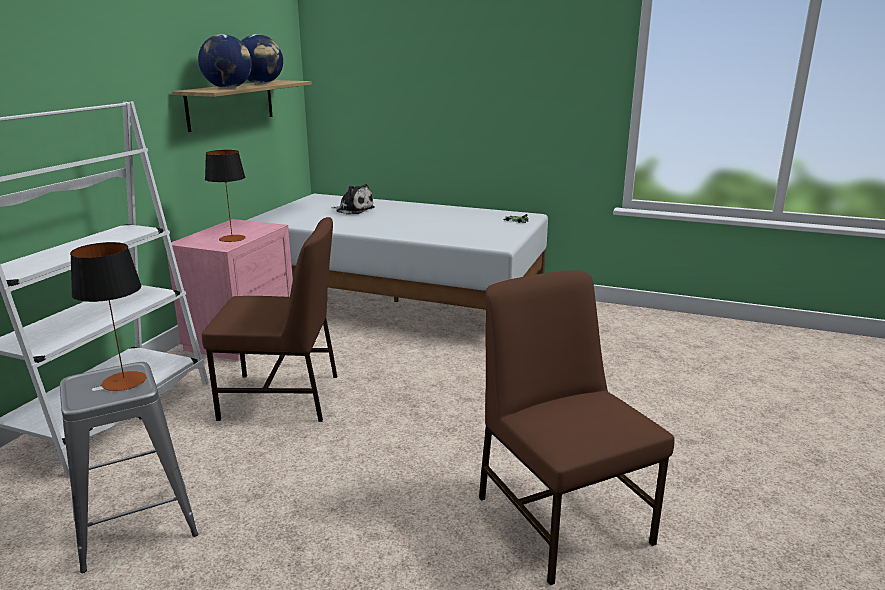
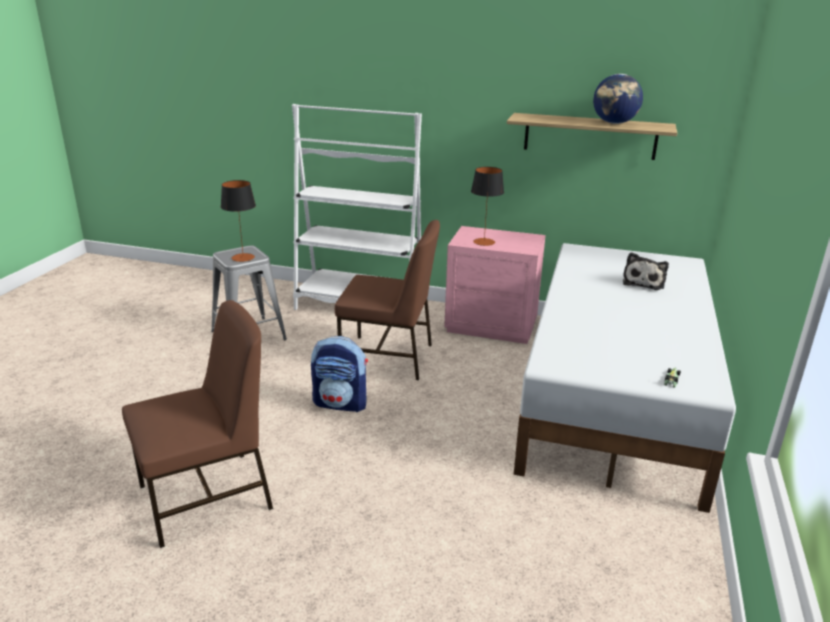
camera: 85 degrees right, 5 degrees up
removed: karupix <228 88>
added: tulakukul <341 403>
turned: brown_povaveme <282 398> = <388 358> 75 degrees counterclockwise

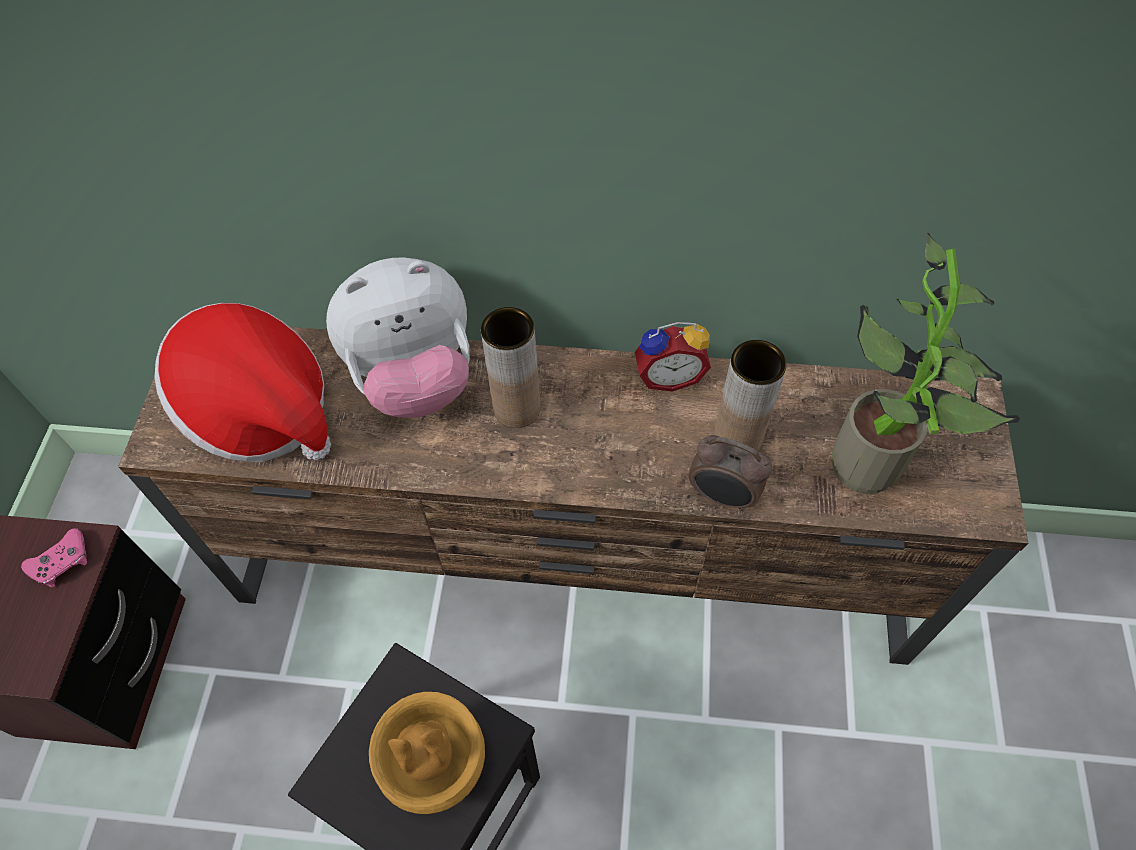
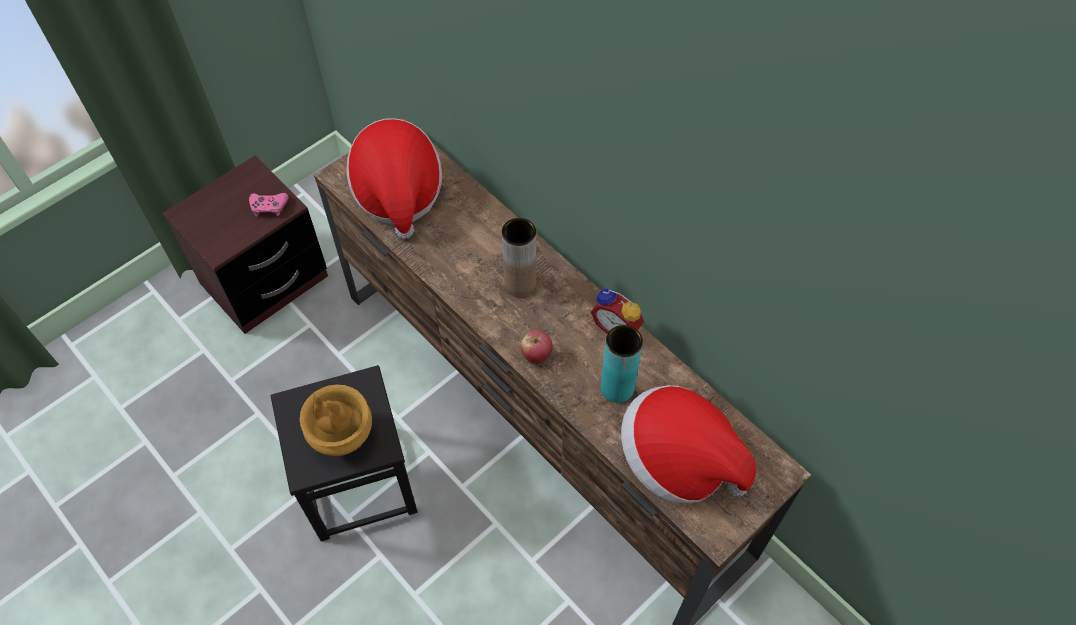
camera: 40 degrees right, 0 degrees up
removed: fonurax <414 378>; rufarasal <722 496>
added: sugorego <536 355>
replaced: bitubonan <875 466> to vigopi <678 460>
recoloured: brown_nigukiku <737 440> to turquoise_nigukiku <617 388>

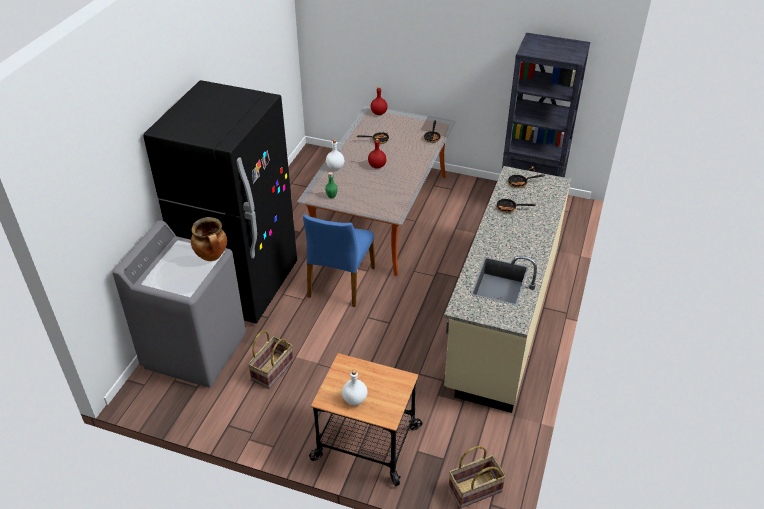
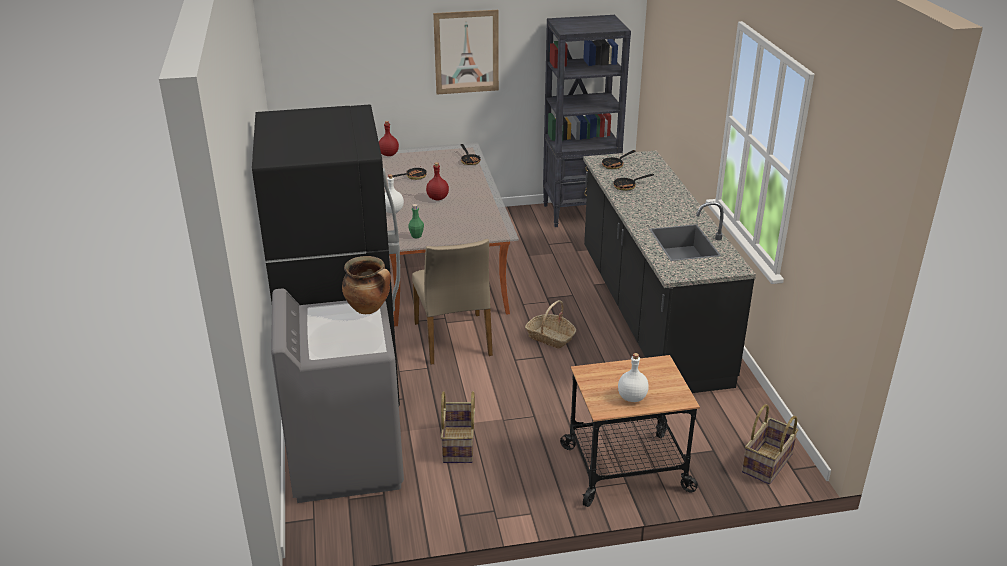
camera: 30 degrees left, 10 degrees down
added: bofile <466 52>; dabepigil <550 337>
recoloured: blue_povaveme <340 282> to beige_povaveme <454 339>; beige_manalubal <502 318> to black_manalubal <650 315>

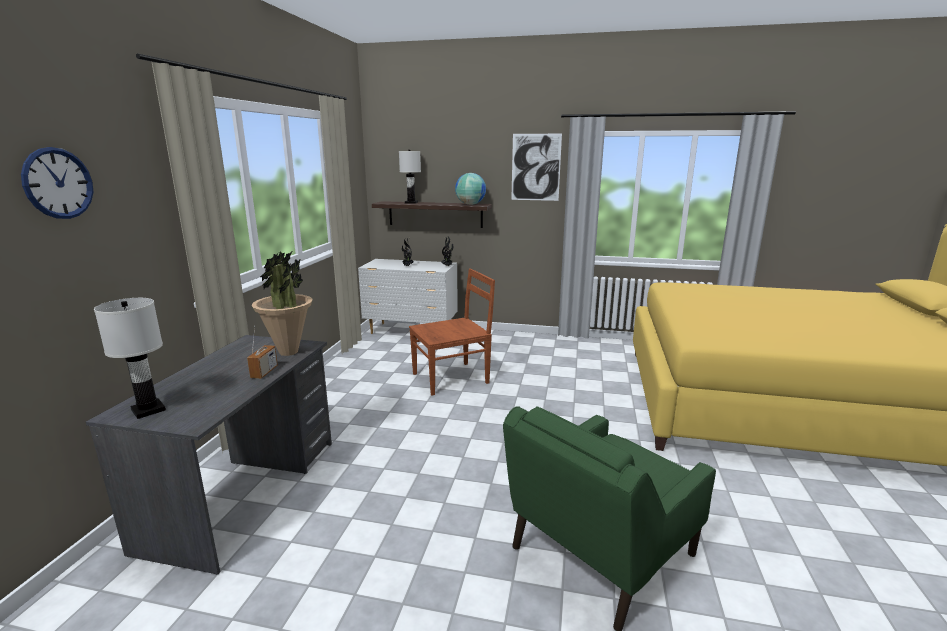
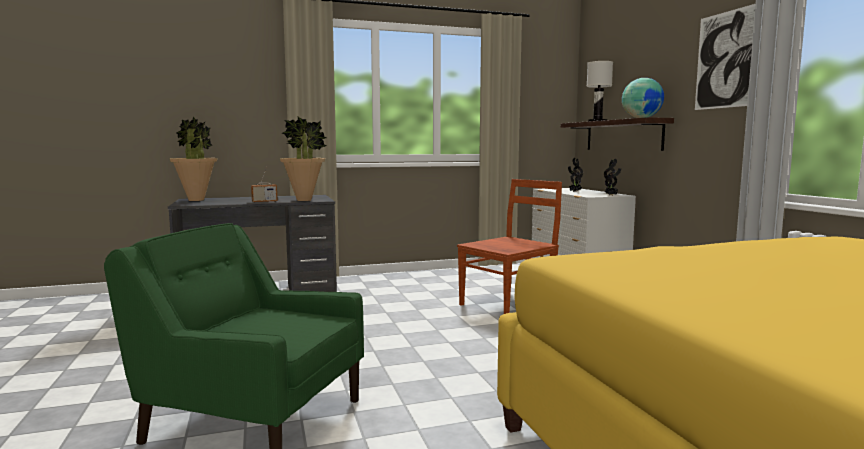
camera: 60 degrees right, 10 degrees down
removed: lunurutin <58 183>
replaced: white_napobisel <148 410> to bitubonan <196 200>
turned: brown_povaveme <452 378> = <508 304> 75 degrees counterclockwise

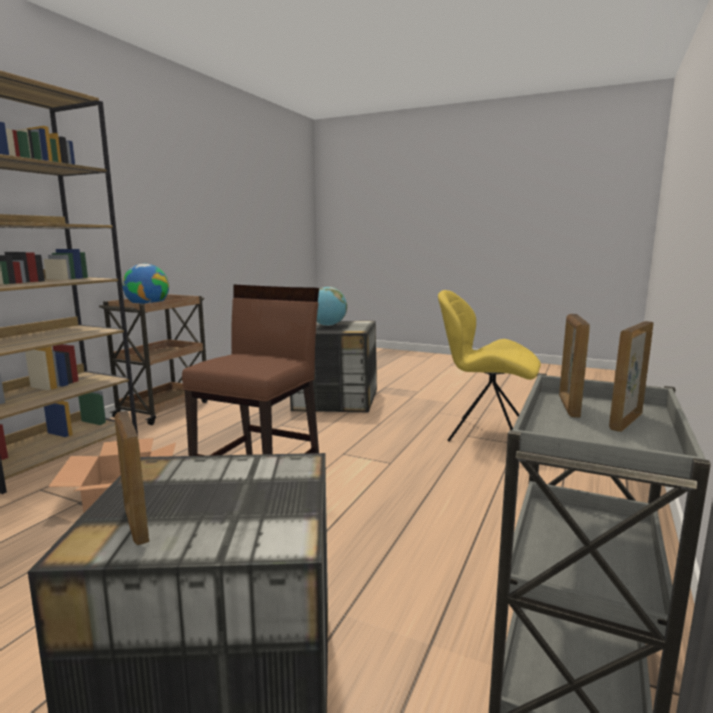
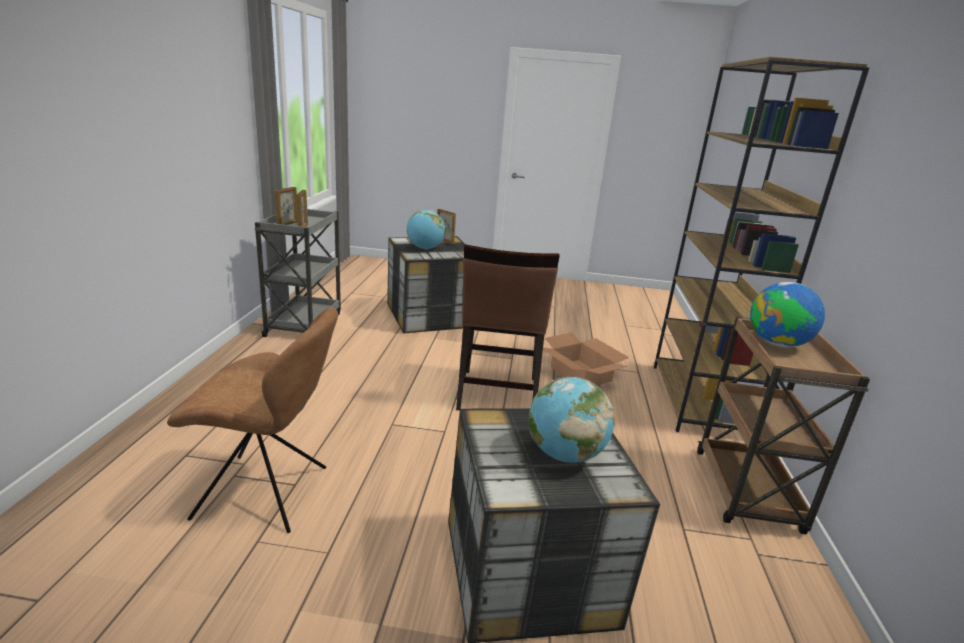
camera: 160 degrees right, 10 degrees up
added: karupix <425 248>
recoloured: yellow_povaveme <485 434> to brown_povaveme <267 493>

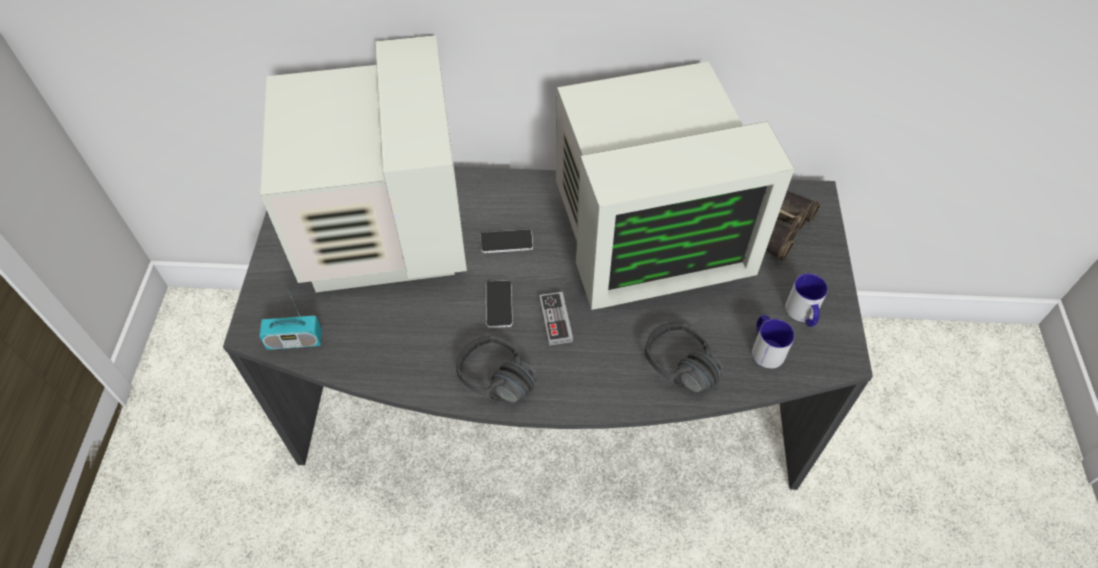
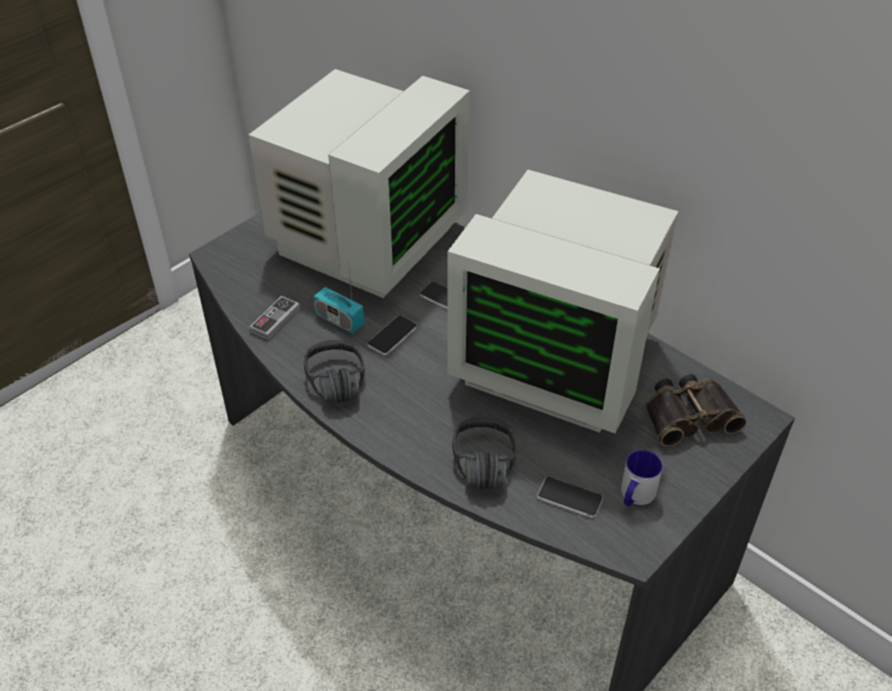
camera: 40 degrees right, 10 degrees down
moved: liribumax <555 320> to <275 320>; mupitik <295 340> to <339 320>
replaced: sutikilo <765 348> to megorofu <570 498>

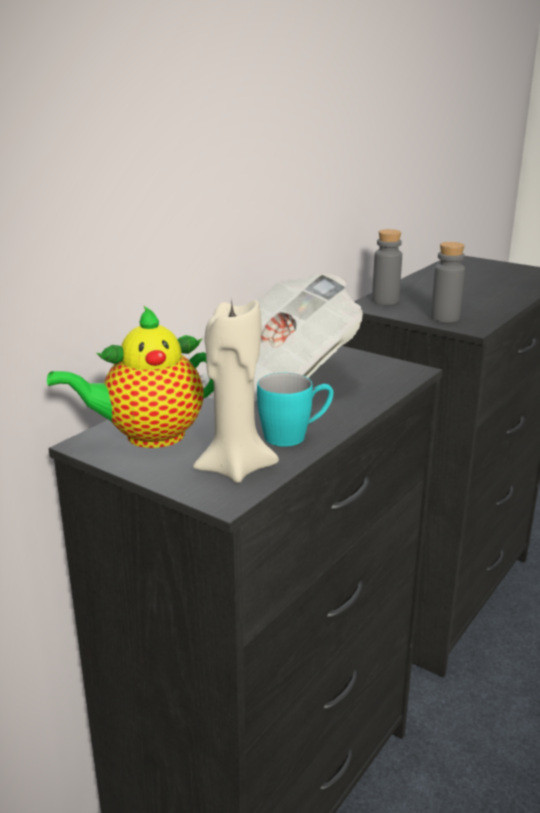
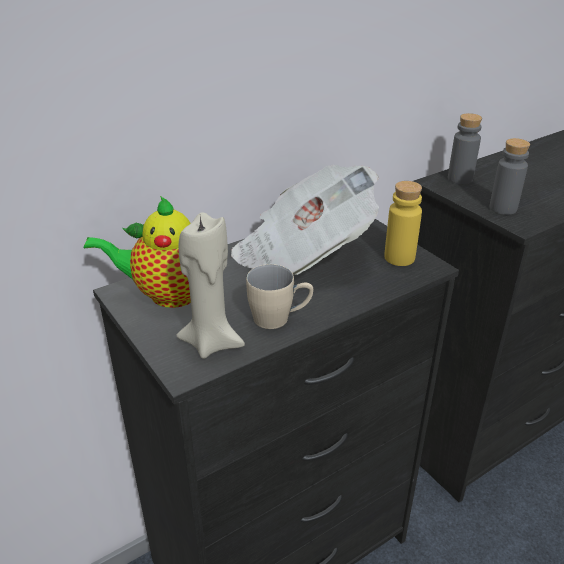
camera: 20 degrees right, 10 degrees up
added: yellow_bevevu <399 258>
recoloured: turquoise_sutikilo <294 436> to beige_sutikilo <280 319>

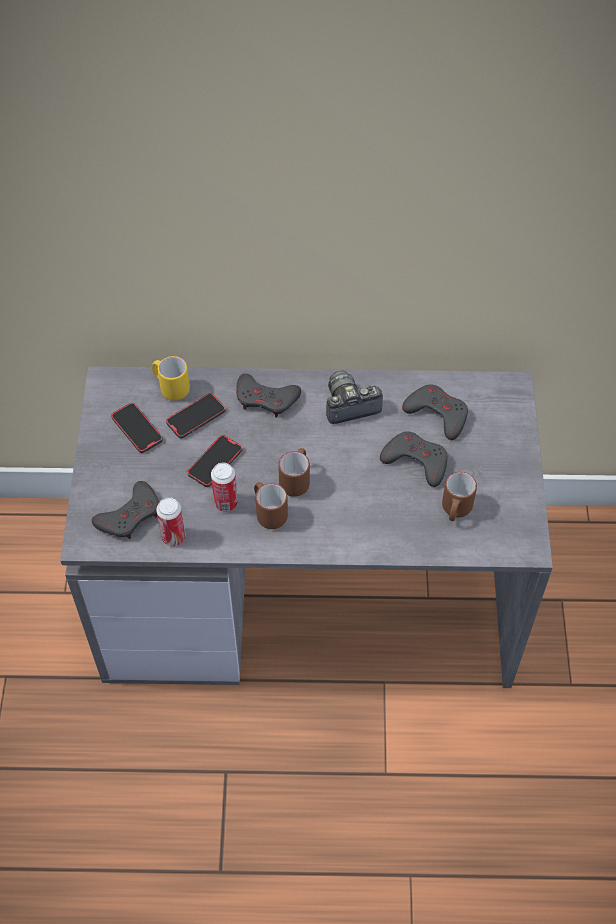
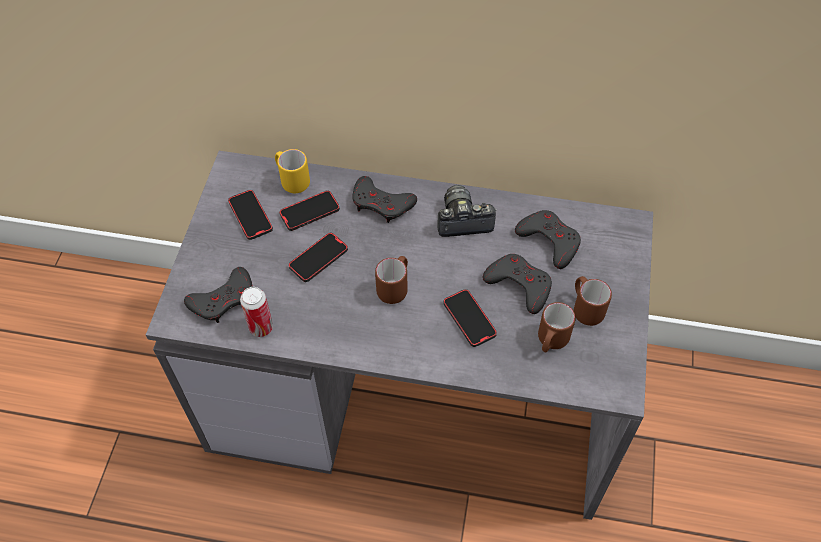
camera: 10 degrees right, 0 degrees up
removed: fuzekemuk <226 503>
added: megorofu <469 319>
moved: brown_sutikilo <268 513> to <585 308>

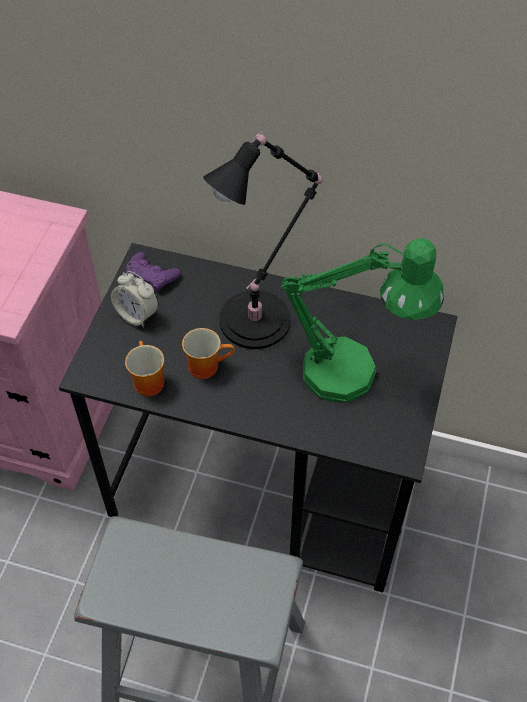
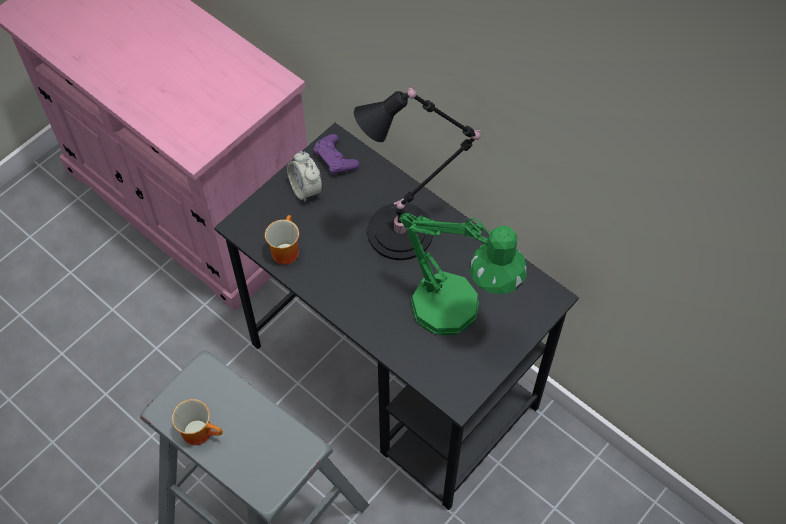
camera: 25 degrees right, 5 degrees up
moved: sutikilo <207 364> to <201 431>

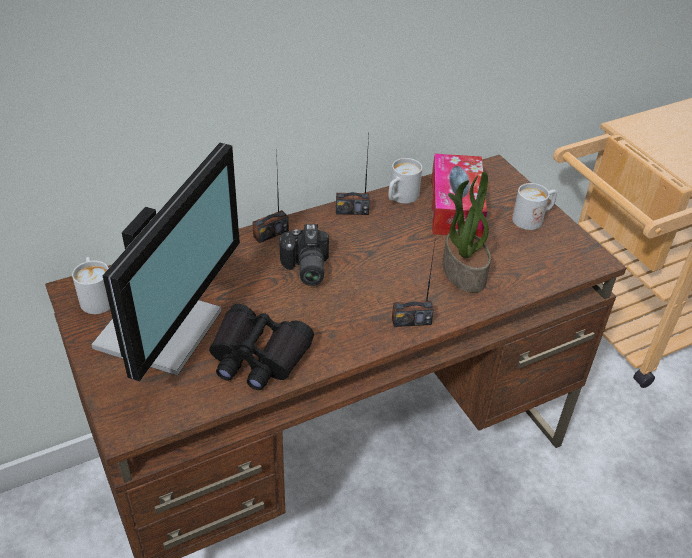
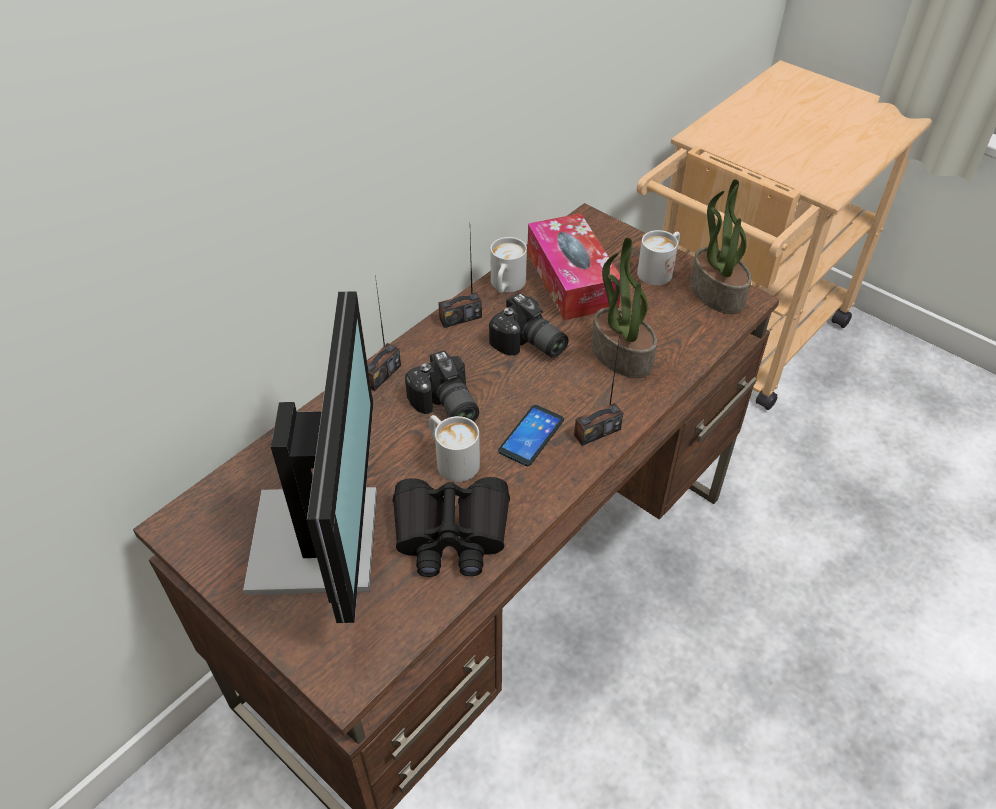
camera: 20 degrees left, 5 degrees up
added: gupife <529 345>; megorofu <531 436>; bitubonan <715 293>
moved: white_sutikilo <96 296> to <452 459>

